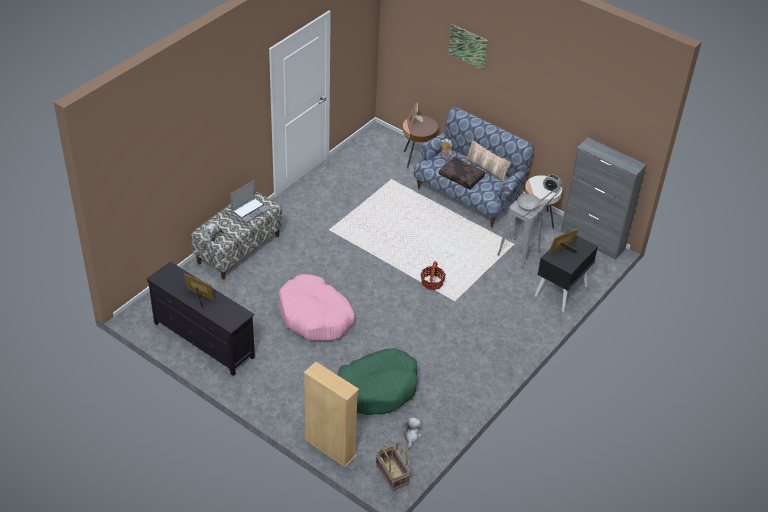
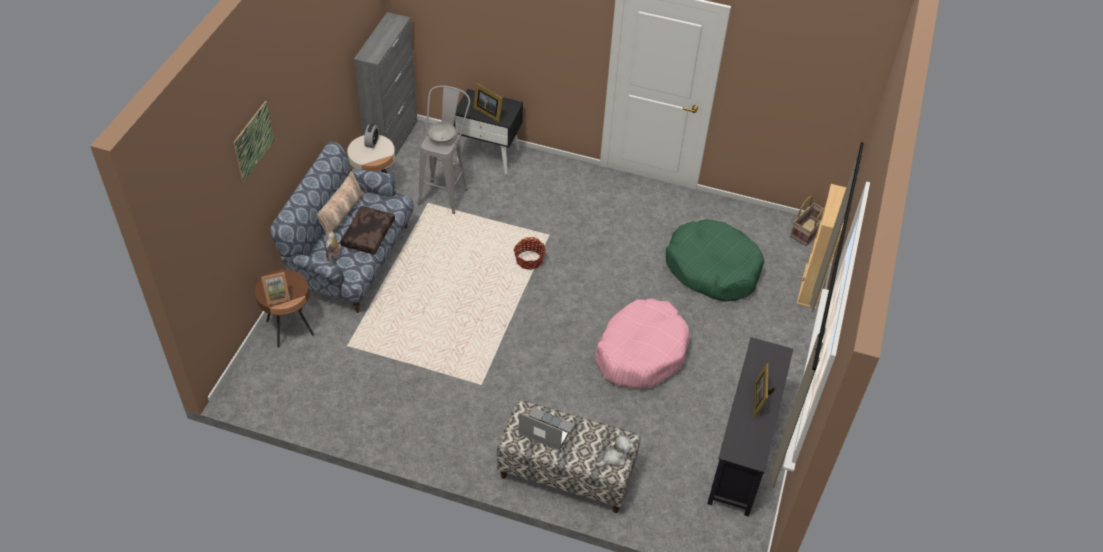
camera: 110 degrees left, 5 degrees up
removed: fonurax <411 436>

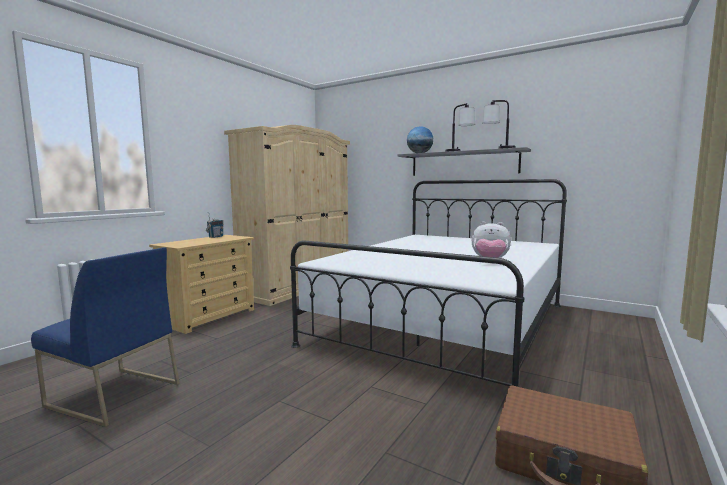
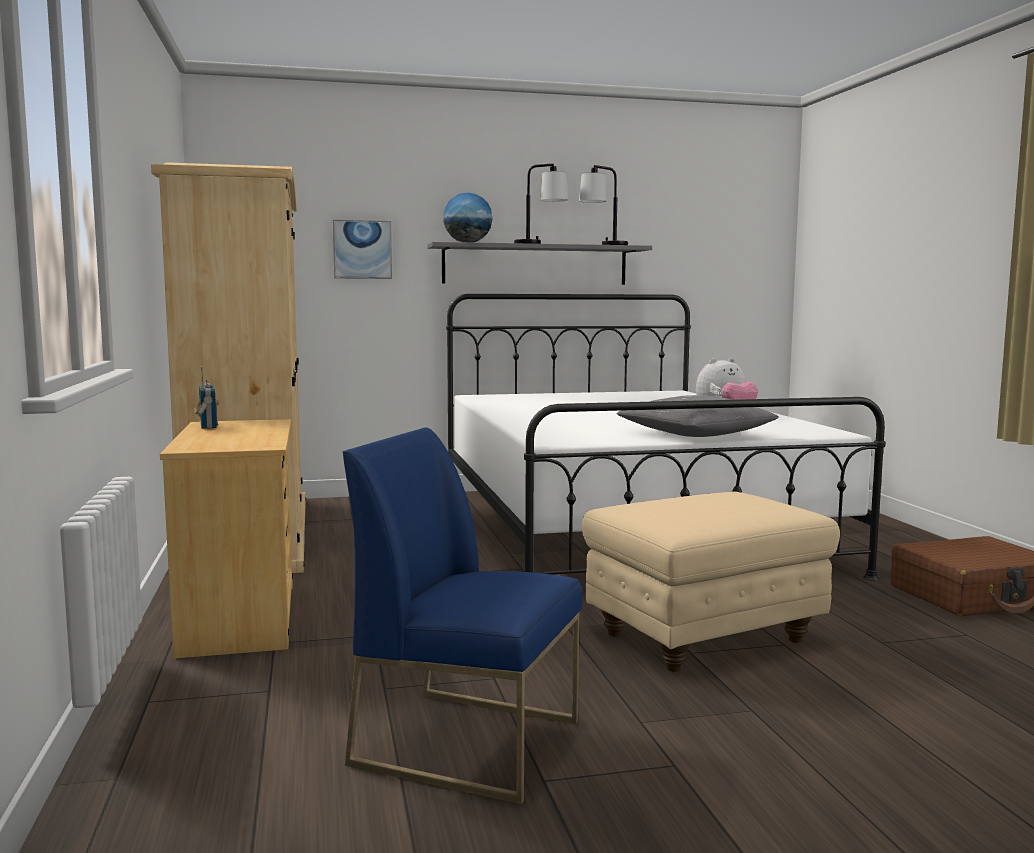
camera: 45 degrees left, 0 degrees up
added: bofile <362 249>; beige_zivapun <704 637>; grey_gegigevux <695 434>
turned: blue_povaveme <113 395> = <470 742> 135 degrees counterclockwise

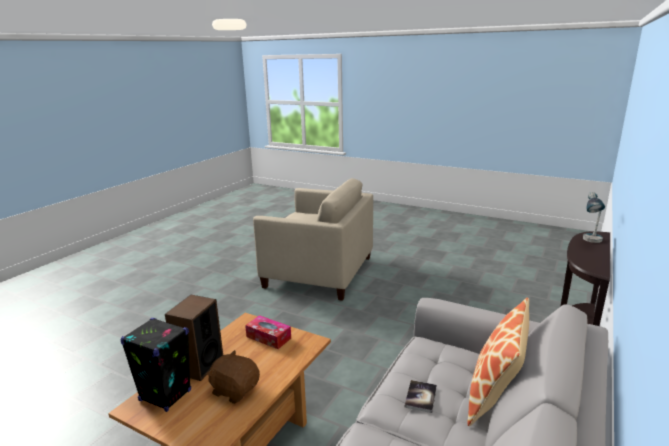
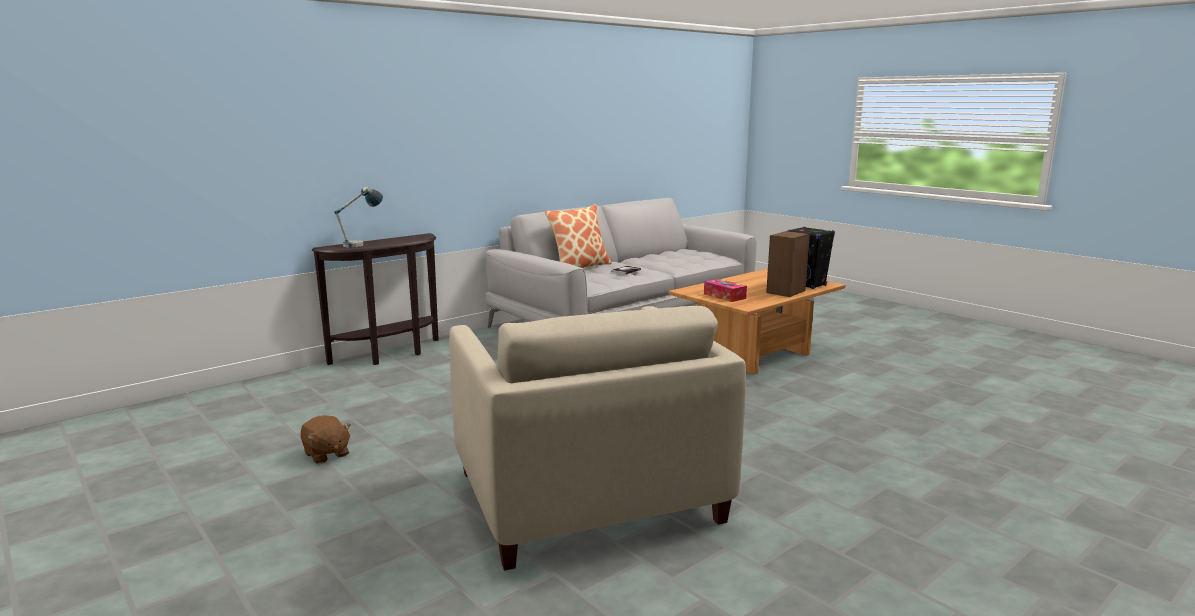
camera: 160 degrees left, 5 degrees down
moved: brown_fonurax <235 390> to <326 454>
turned: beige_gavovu <318 272> = <586 495> 150 degrees counterclockwise

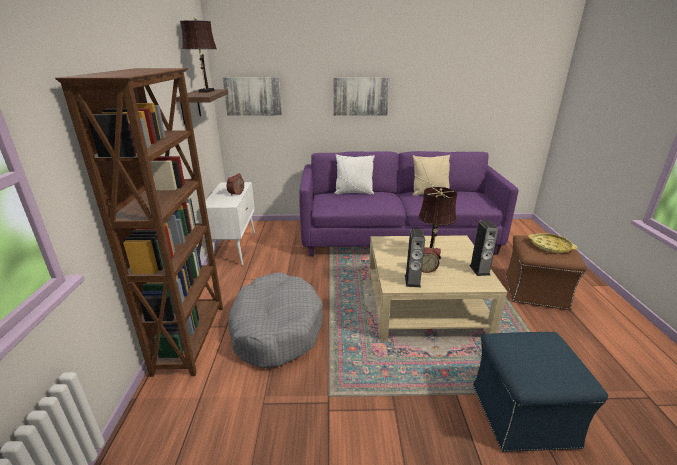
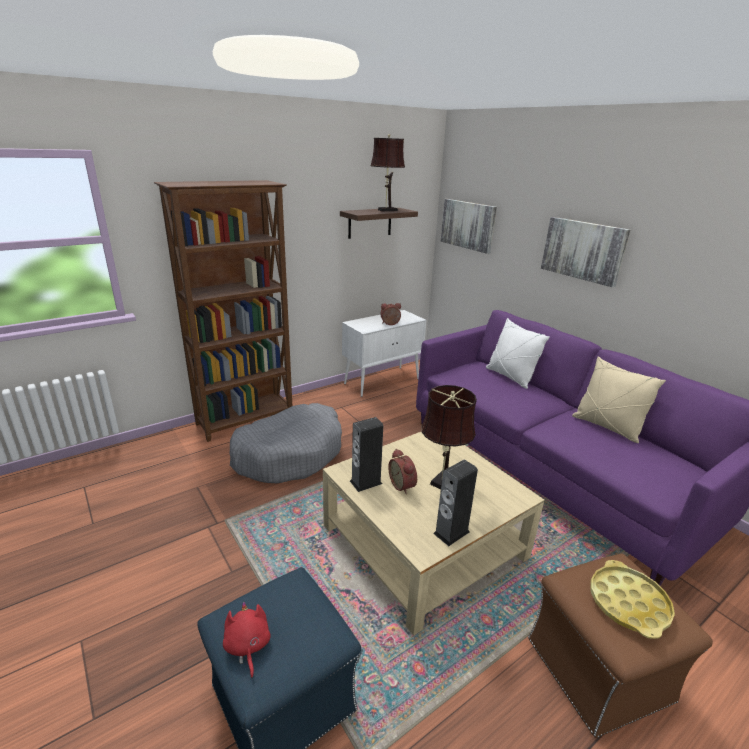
camera: 55 degrees right, 0 degrees up
added: red_fonurax <247 646>

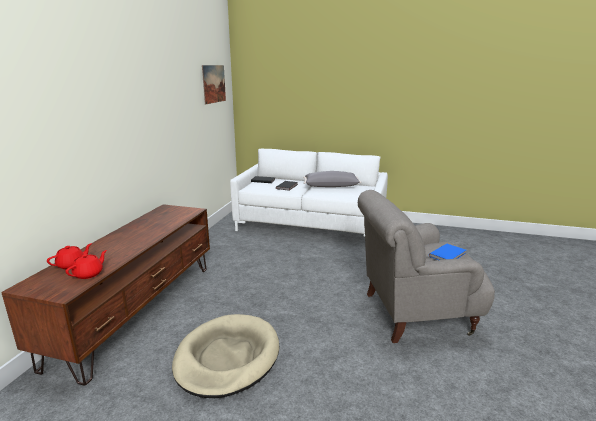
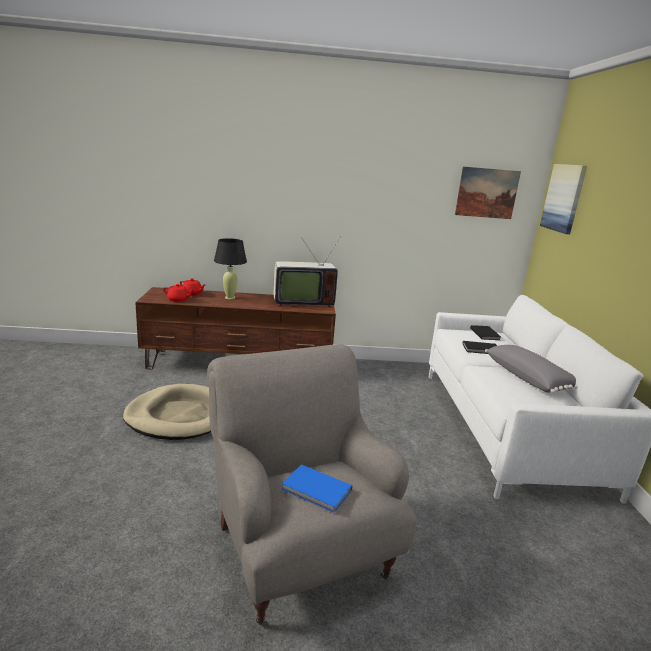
camera: 70 degrees right, 0 degrees up
added: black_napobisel <230 297>; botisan <302 302>; bofile <563 198>

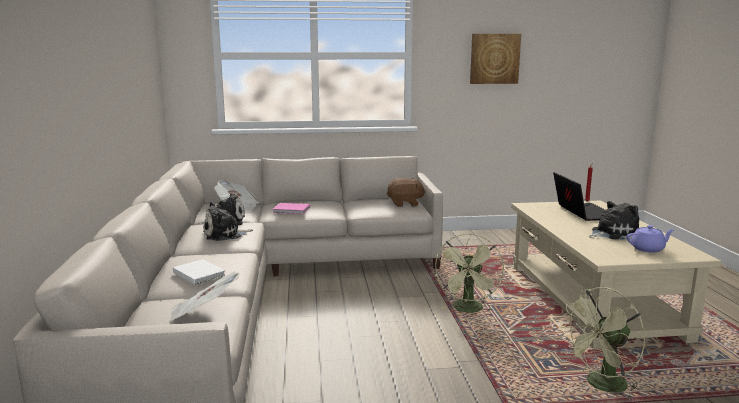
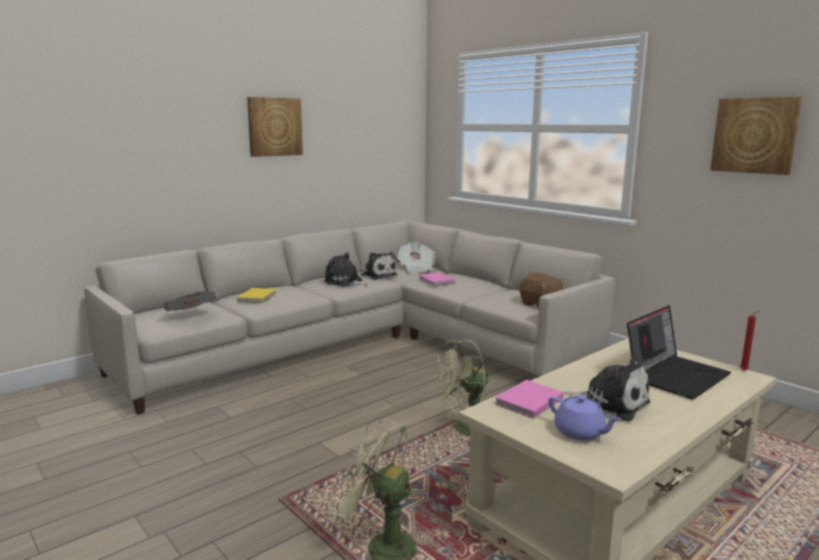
camera: 55 degrees right, 0 degrees up
added: bofile <274 127>; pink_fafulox <527 401>
recoloured: white_fafulox <199 273> to yellow_fafulox <258 297>

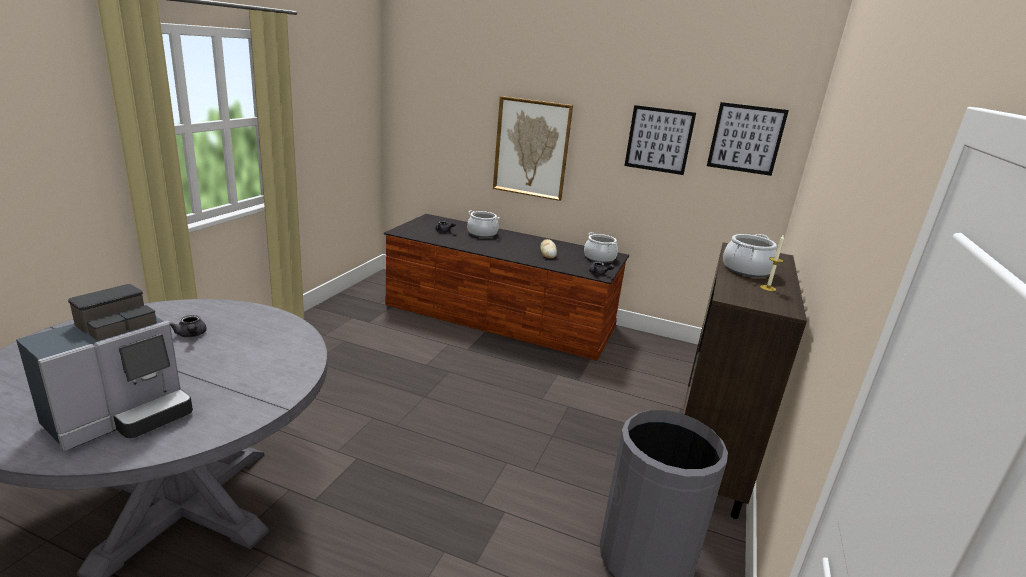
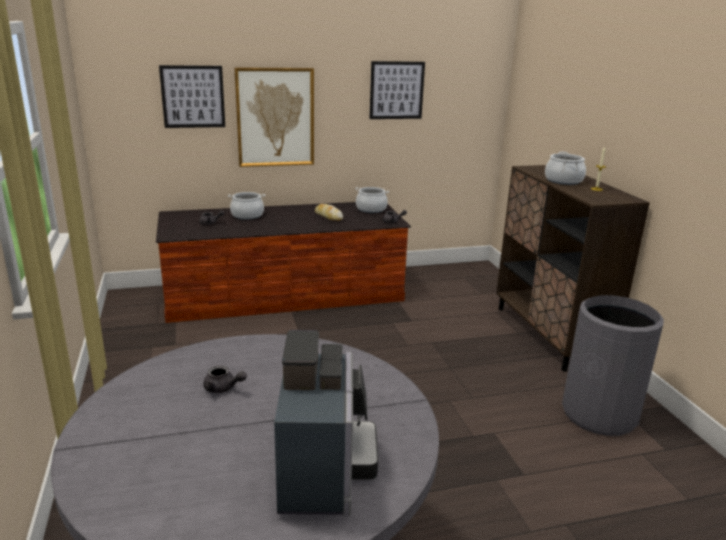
camera: 35 degrees left, 0 degrees up
moved: bofile <746 139> to <193 97>

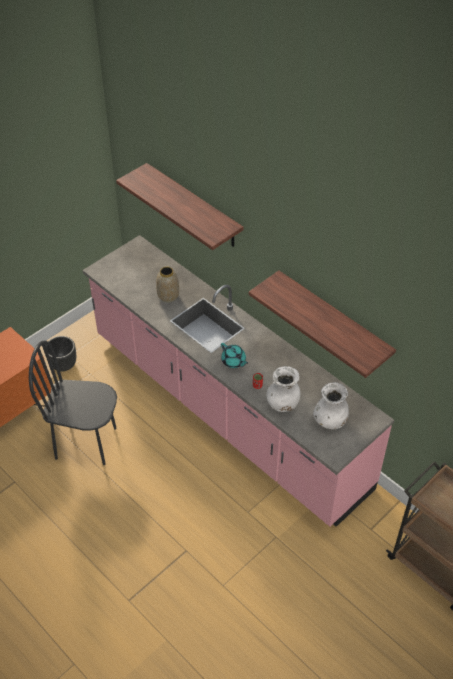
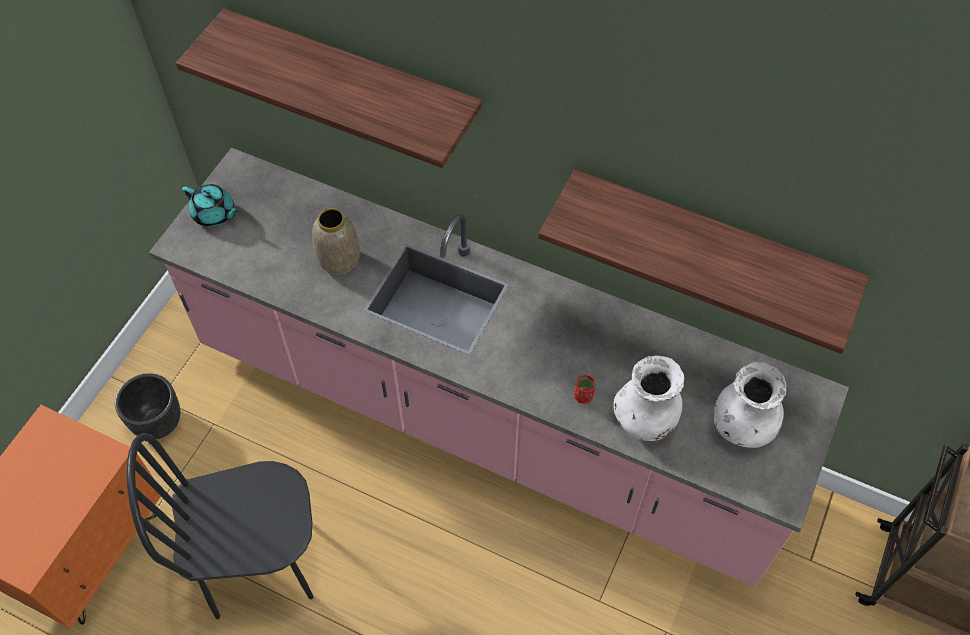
camera: 20 degrees left, 10 degrees up
moved: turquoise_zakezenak <233 361> to <214 214>

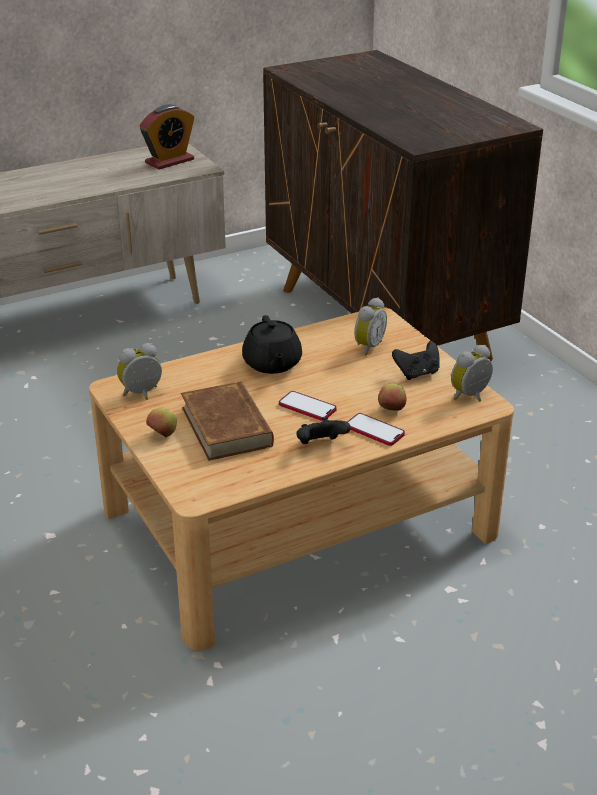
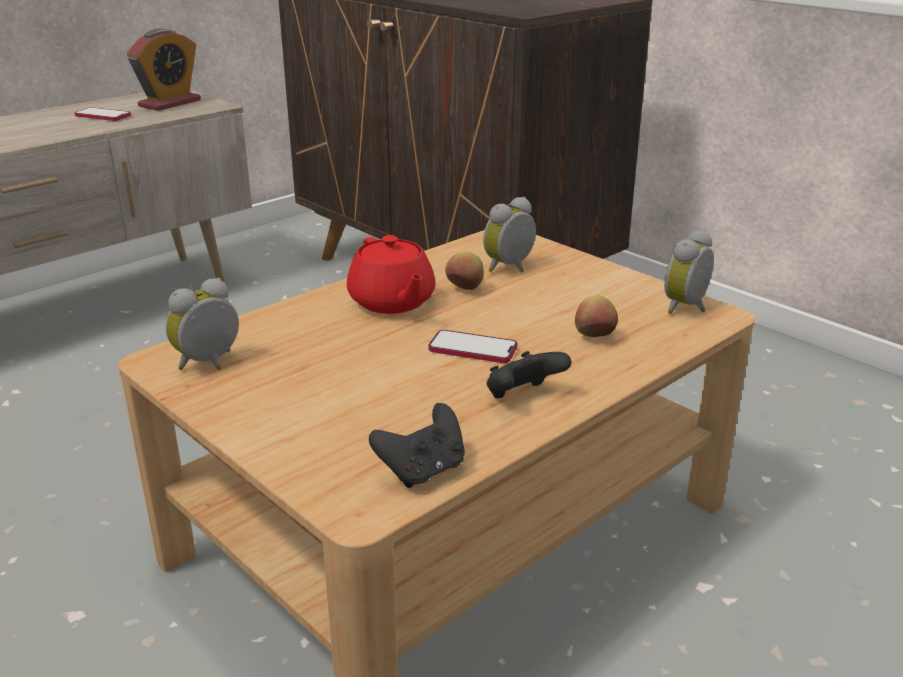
camera: 15 degrees left, 5 degrees down
removed: brown_fafulox <227 426>
moved: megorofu <374 431> to <103 116>; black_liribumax <417 373> to <423 471>; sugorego <162 435> to <465 289>
recoloured: black_zakezenak <272 364> to red_zakezenak <392 302>
turned: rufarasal <367 347> = <511 268> 150 degrees counterclockwise

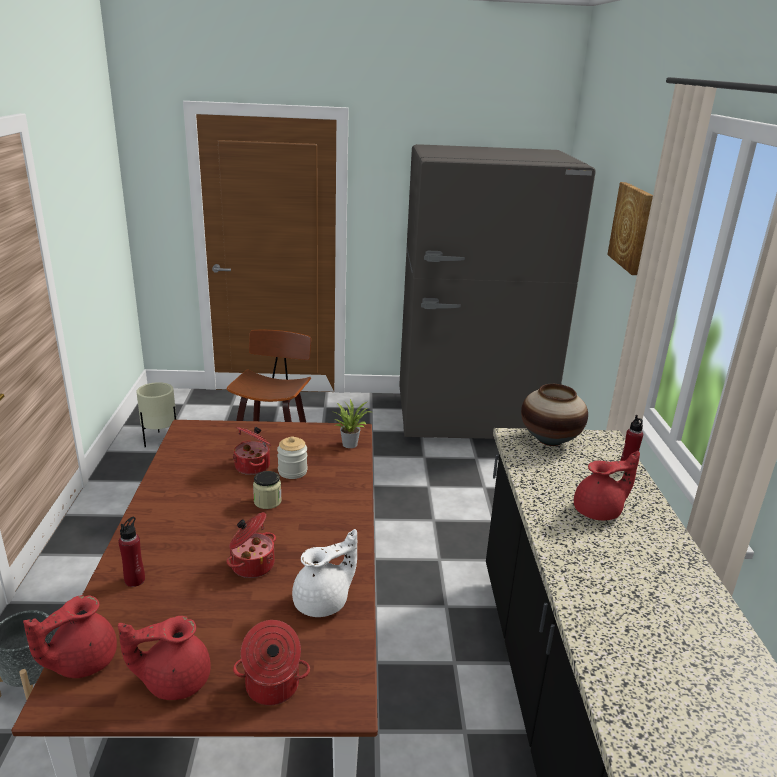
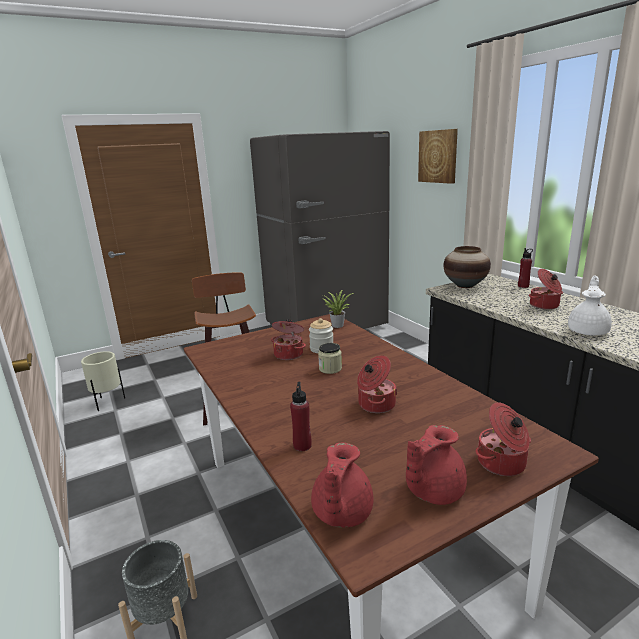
camera: 25 degrees left, 5 degrees down
moved: white_zakezenak <323 602> to <588 331>
replaced: red_zakezenak <599 511> to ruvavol <544 305>

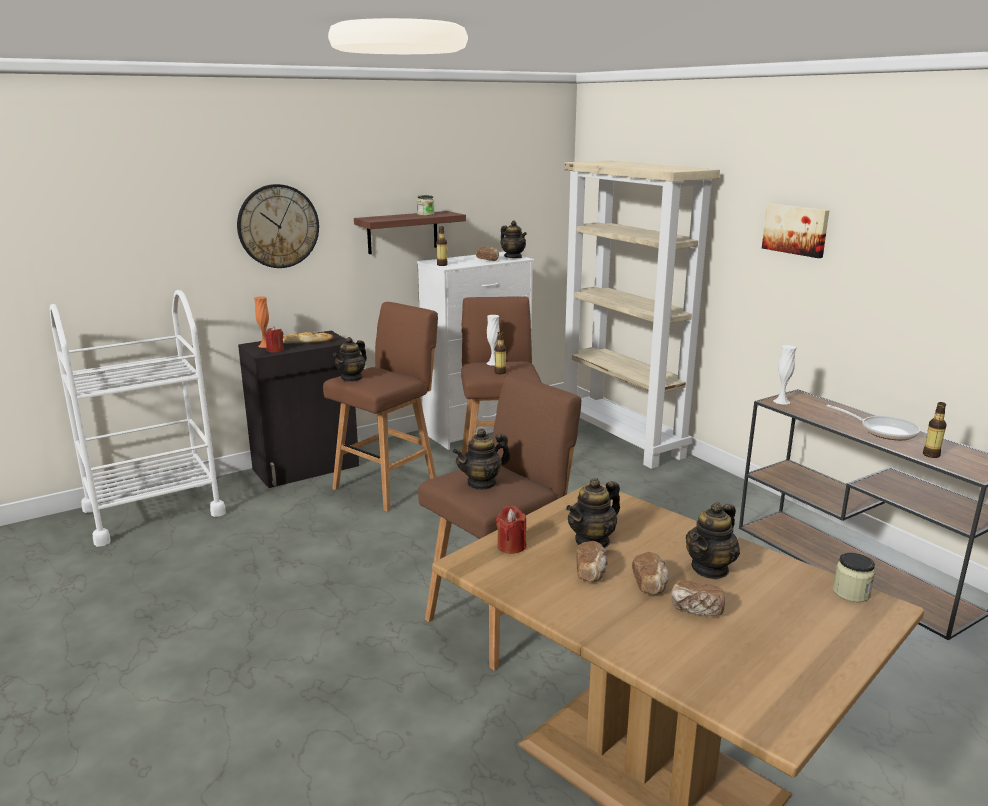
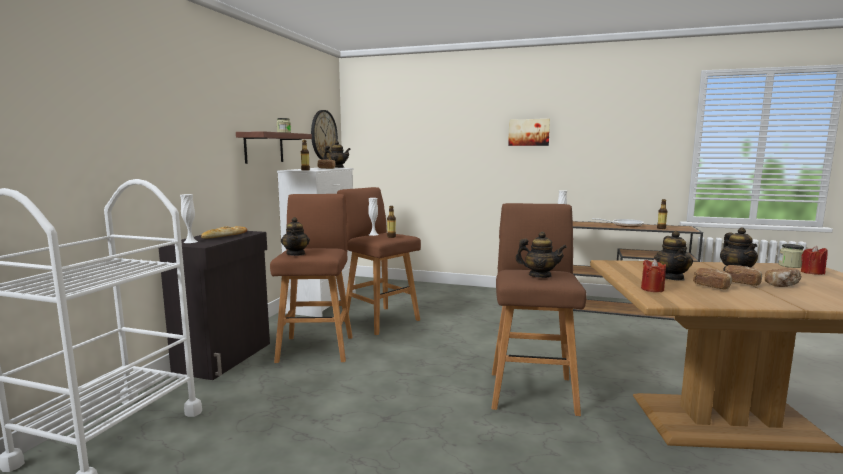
camera: 40 degrees left, 10 degrees down
removed: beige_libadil <623 439>
moved: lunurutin <278 226> to <323 135>; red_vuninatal <275 350> to <812 272>
recoloured: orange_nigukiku <265 345> to white_nigukiku <190 241>
turned: zakezenak <482 483> = <539 276> 90 degrees counterclockwise

